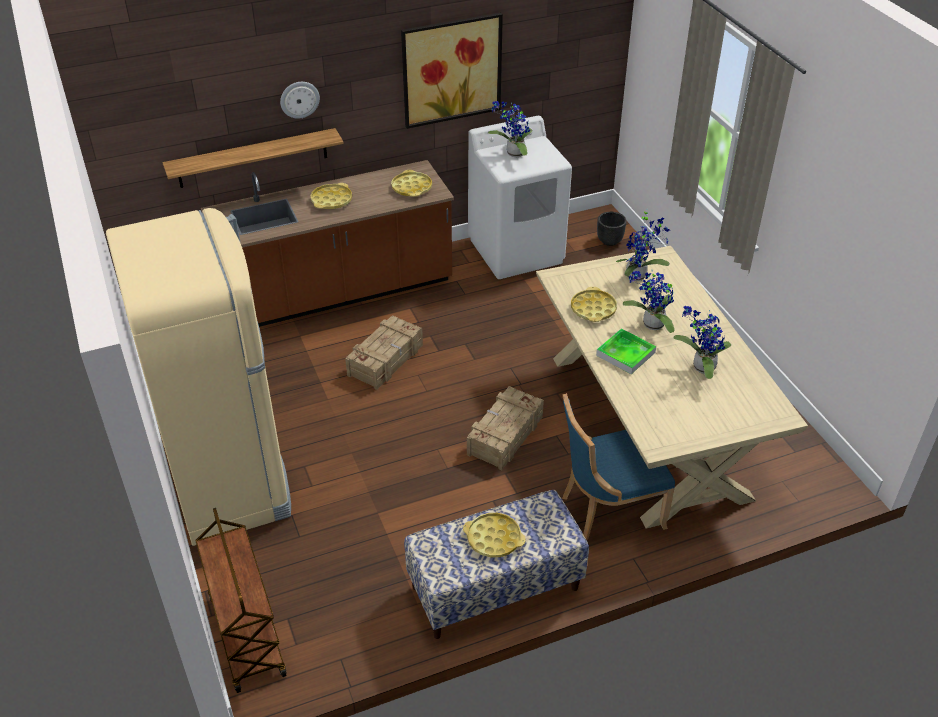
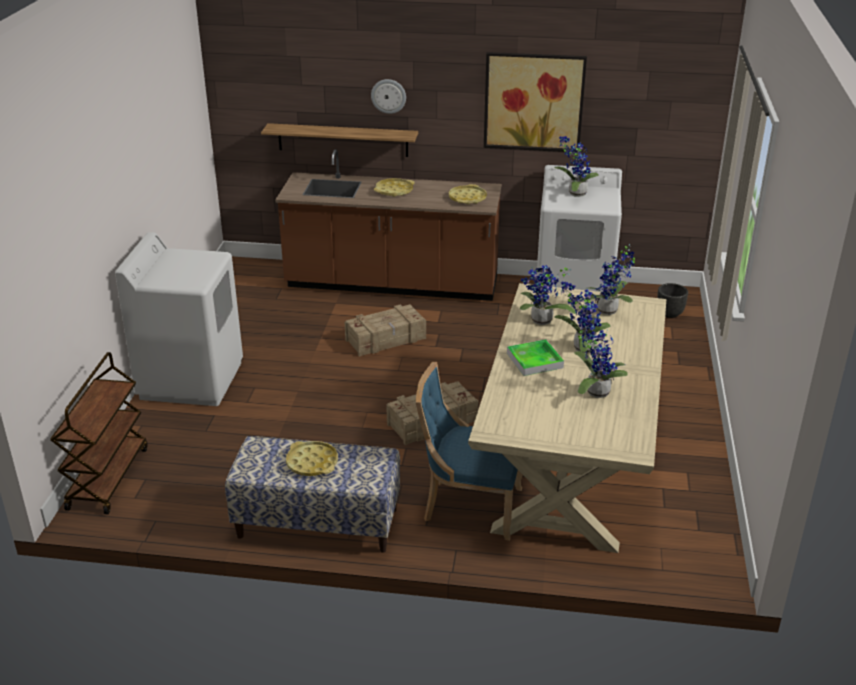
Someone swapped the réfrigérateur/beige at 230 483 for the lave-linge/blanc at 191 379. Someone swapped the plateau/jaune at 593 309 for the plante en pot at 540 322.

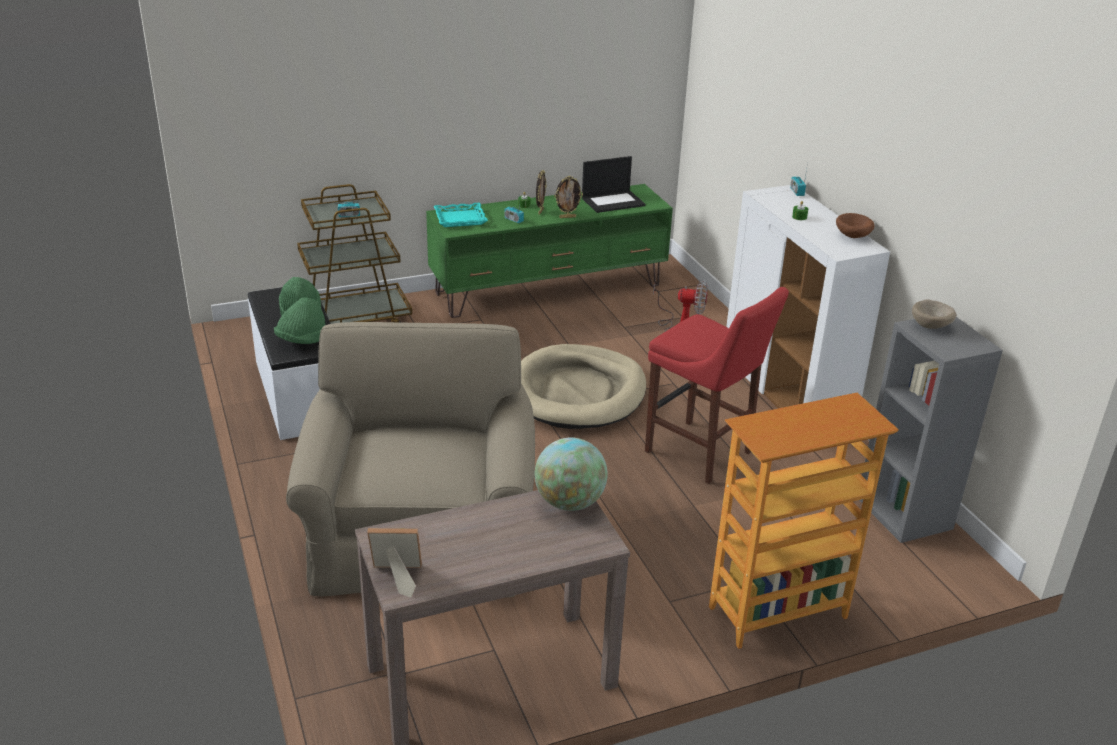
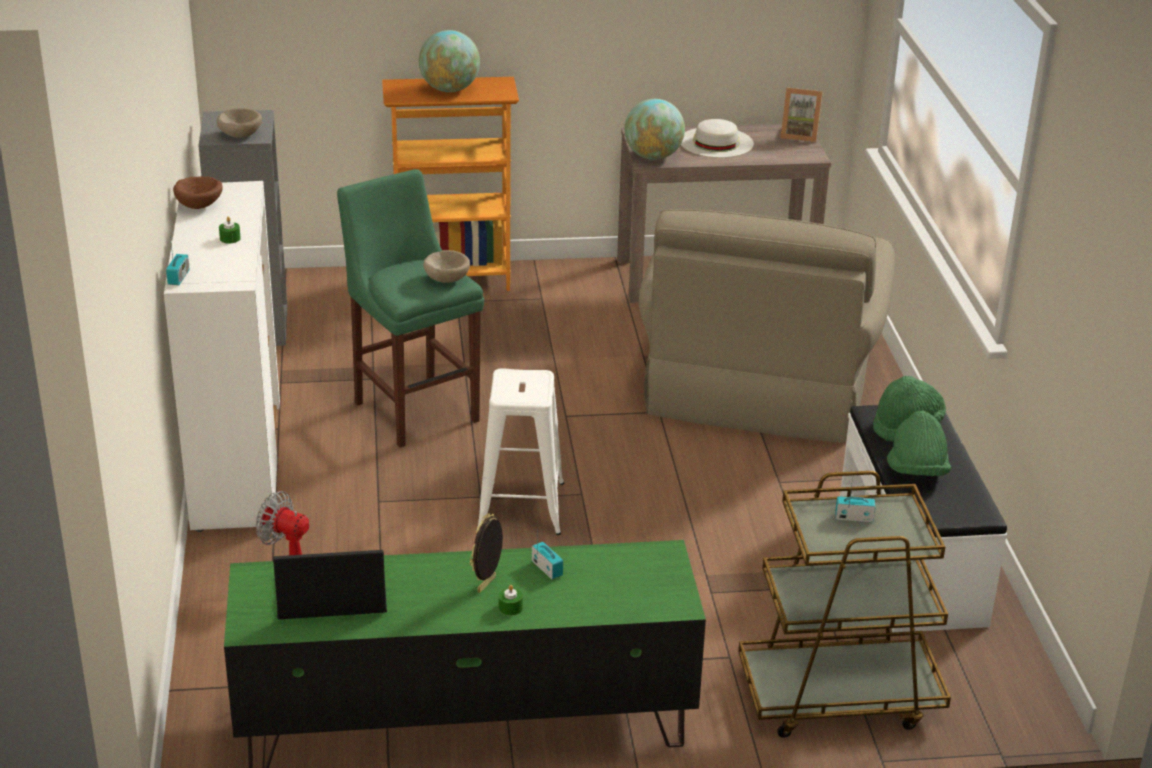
Someone took away the plateau/turquoise at 460 219. Someone swapped the panier pour chien/beige at 577 392 for the tabouret/blanc at 521 507. Someone took away the cadre photo at 567 217. Someone repainted the tabouret/rouge at 702 454, which became the tabouret/vert at 414 408. Someone put down the globe at 449 89. Someone put down the bol/beige at 446 279. Someone put down the chapeau/blanc at 716 142.

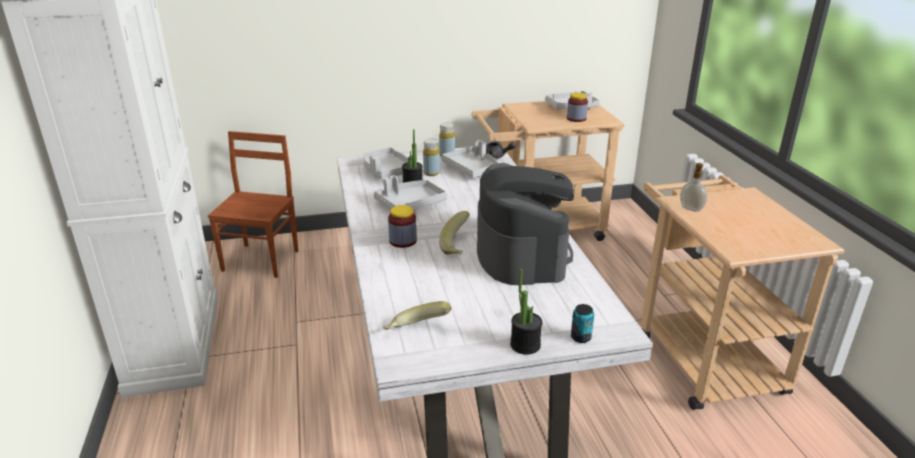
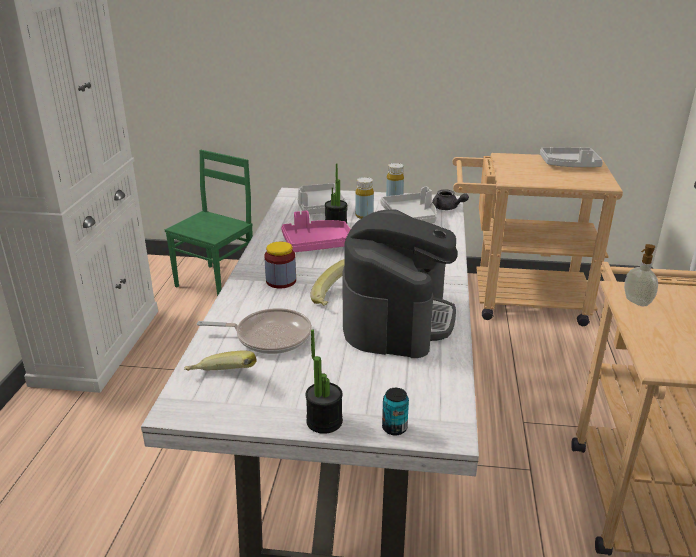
Someone repainted the chaise/marron at 262 260, which became the chaise/vert at 217 283. Someone repainted the plateau/gris at 410 204, which became the plateau/rose at 317 244. Someone took away the bocal at 576 119. Someone put down the poêle at 269 336.

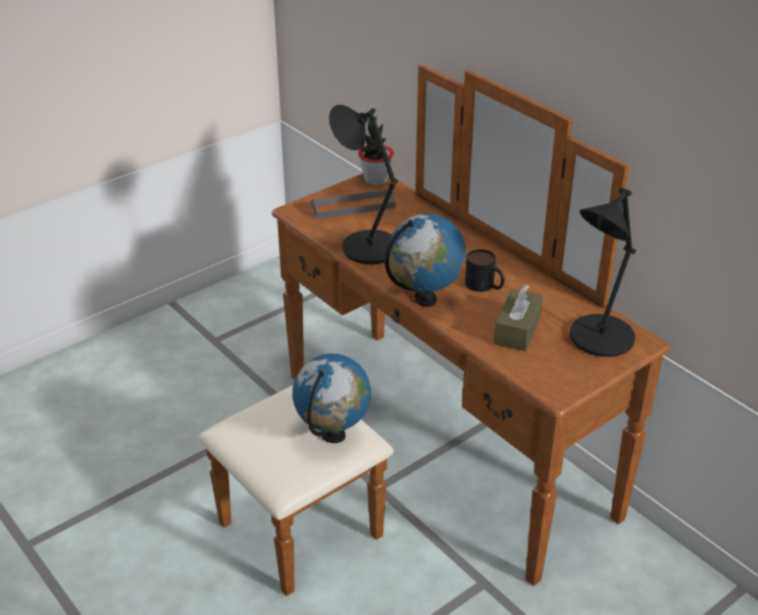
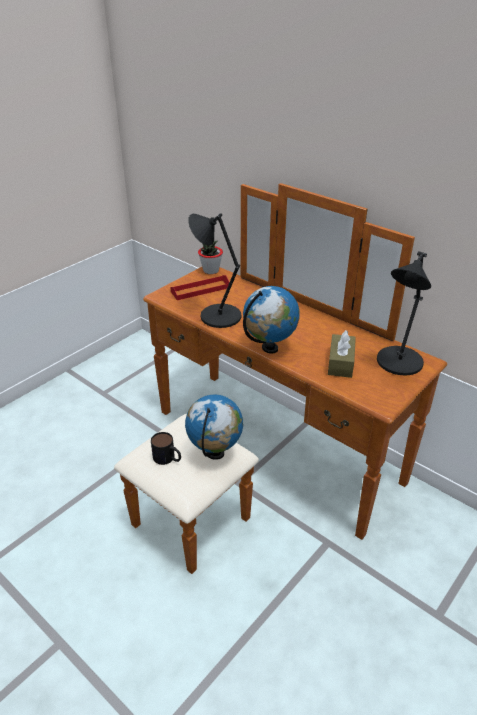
Someone repainted the plateau/gris at 353 207, which became the plateau/rouge at 200 290. Someone carried the mug from 485 286 to 168 458.

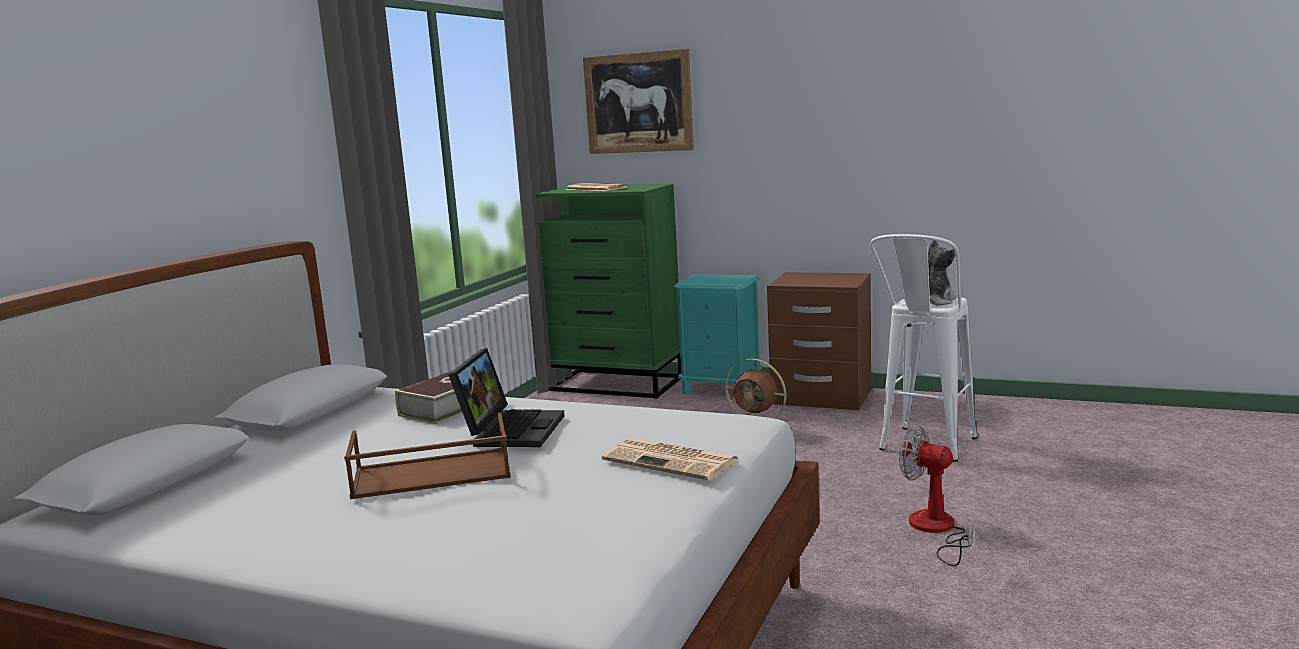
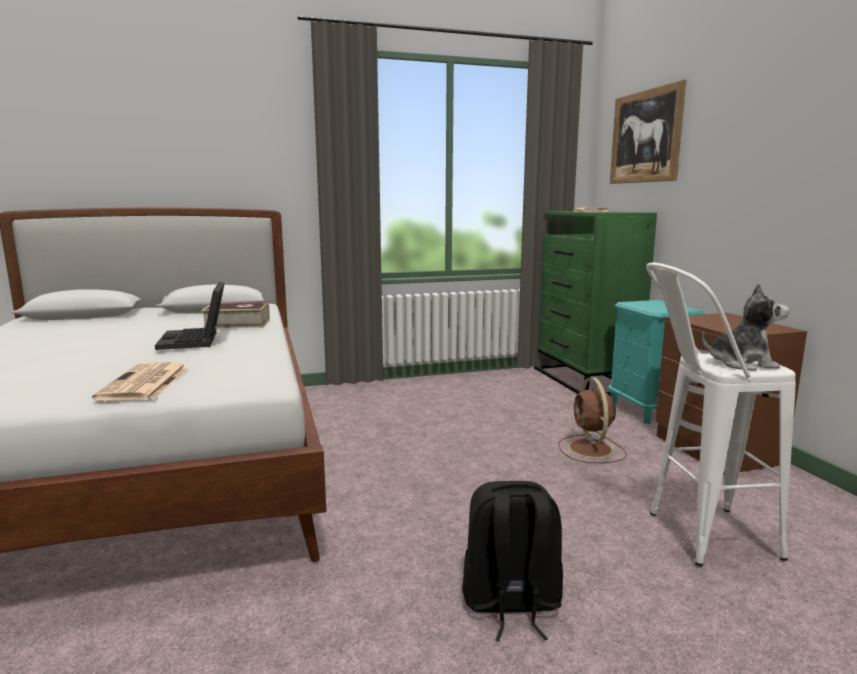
Someone took away the plateau/marron at 430 474. Someone rotated the ordinateur portable at 510 429 by 105 degrees clockwise. Someone swapped the ventilateur at 936 530 for the sac à dos/noir at 510 604.

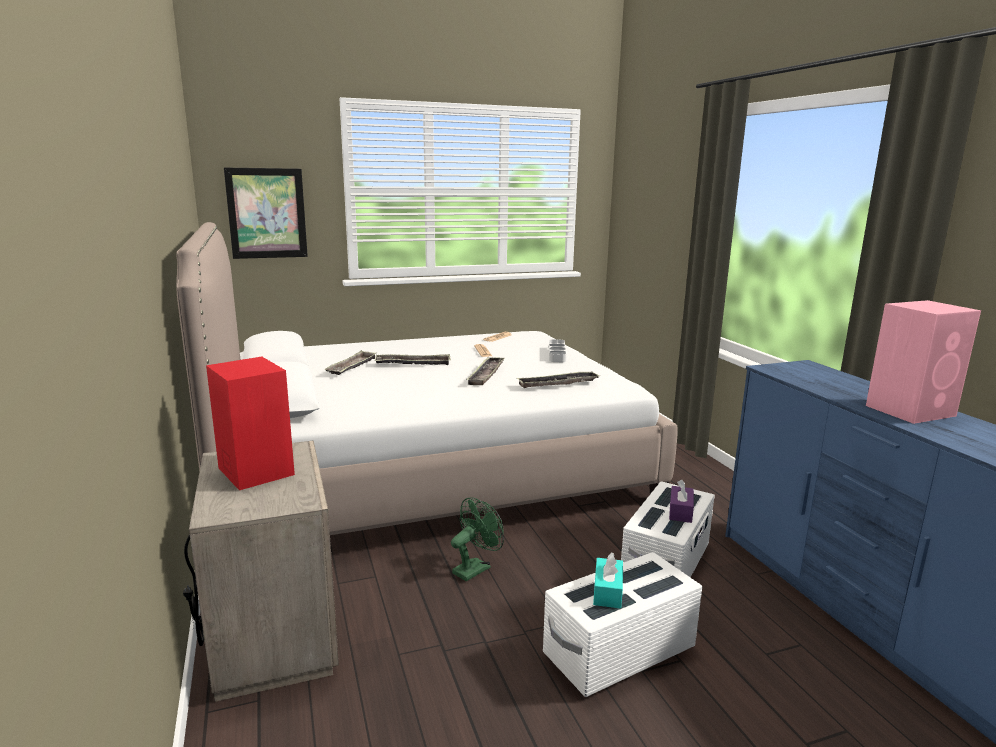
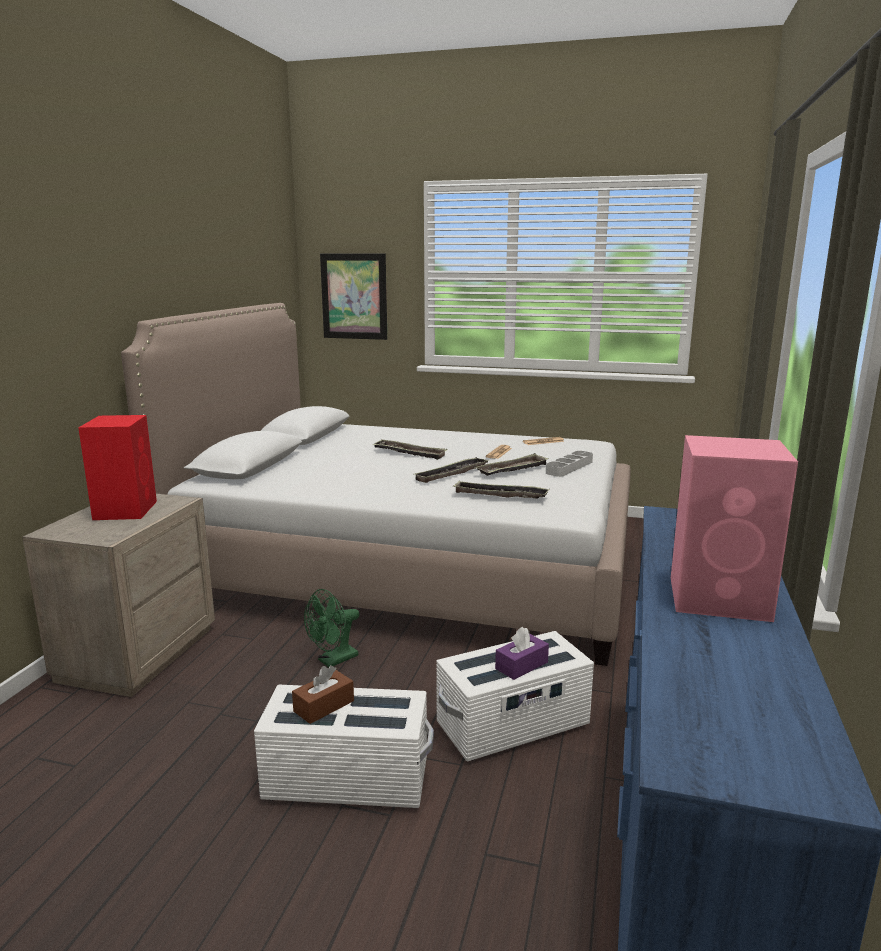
Someone carried the plateau from 352 367 to 512 469. Someone rotated the ventilateur/vert at 475 568 by 150 degrees clockwise. Someone repainted the boîte à mouchoirs/turquoise at 607 591, which became the boîte à mouchoirs/marron at 324 706.

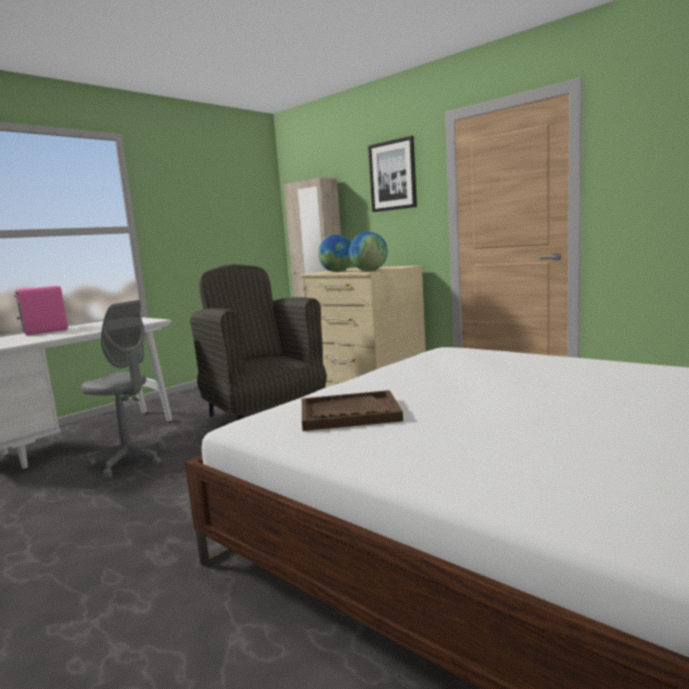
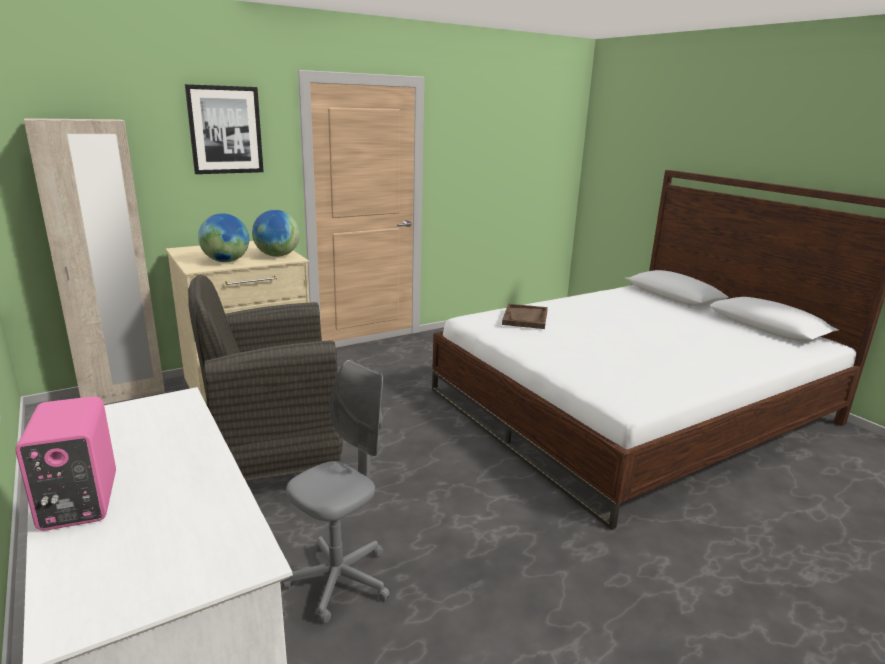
Someone carried the plateau/marron from 349 413 to 525 318.

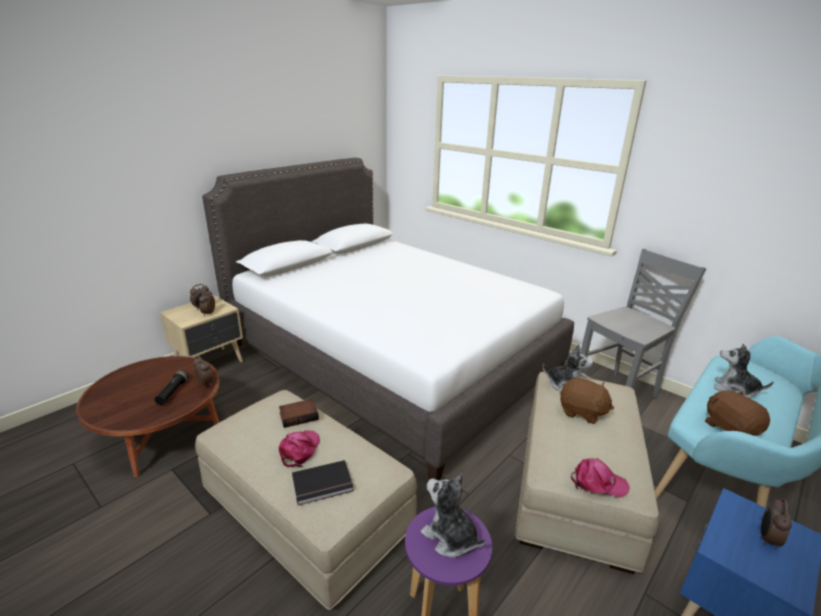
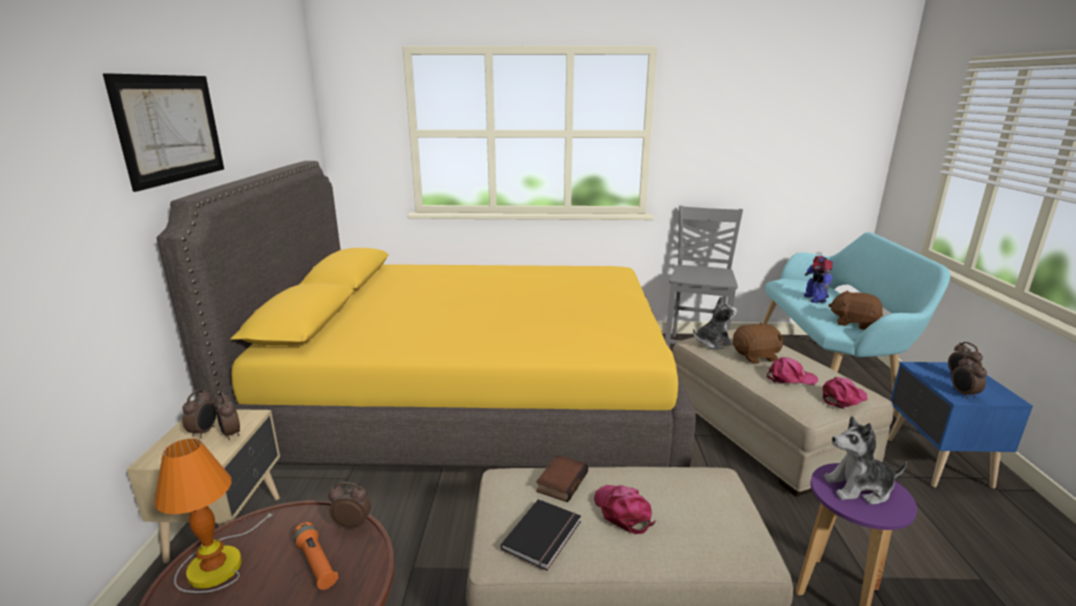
Someone repainted the lampe de poche/noir at 173 392, which became the lampe de poche/orange at 316 563. Someone repainted the lit/blanc at 390 358, which became the lit/jaune at 472 405. Someone carried the livre/noir from 323 485 to 544 536. Someone swapped the peluche at 734 390 for the robot jouet at 815 299. Someone put up the tableau at 171 128. Someone put down the lampe de table at 217 563. Someone put down the casquette/rose at 790 378. Someone put down the réveil at 963 394.

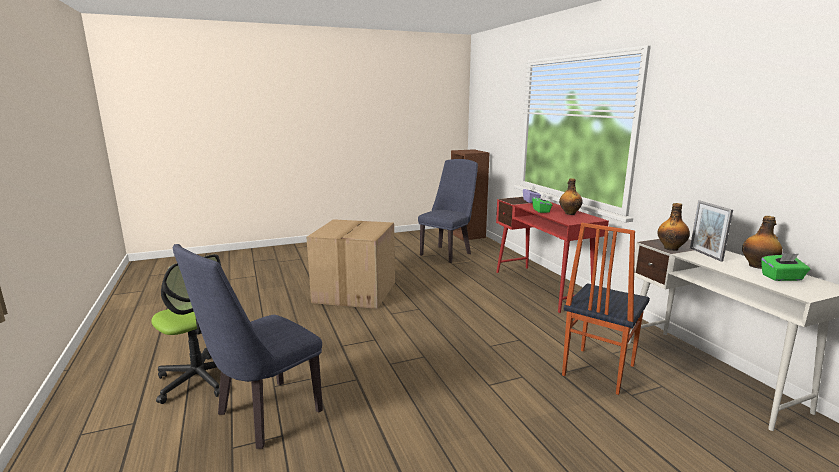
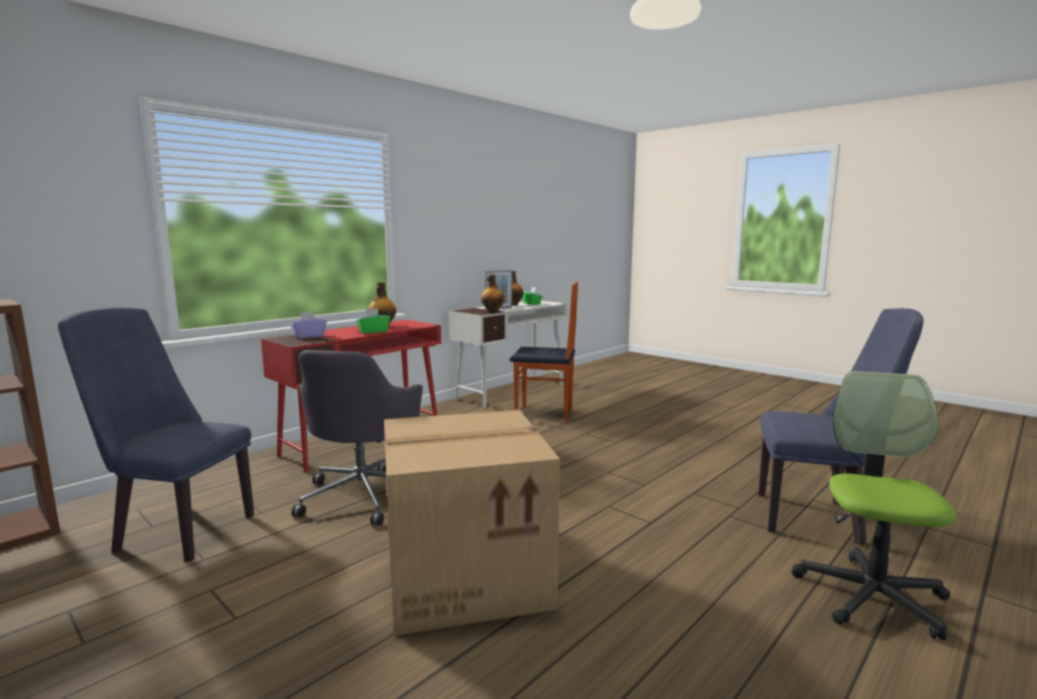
Someone put down the chaise de bureau/gris at 364 495.

